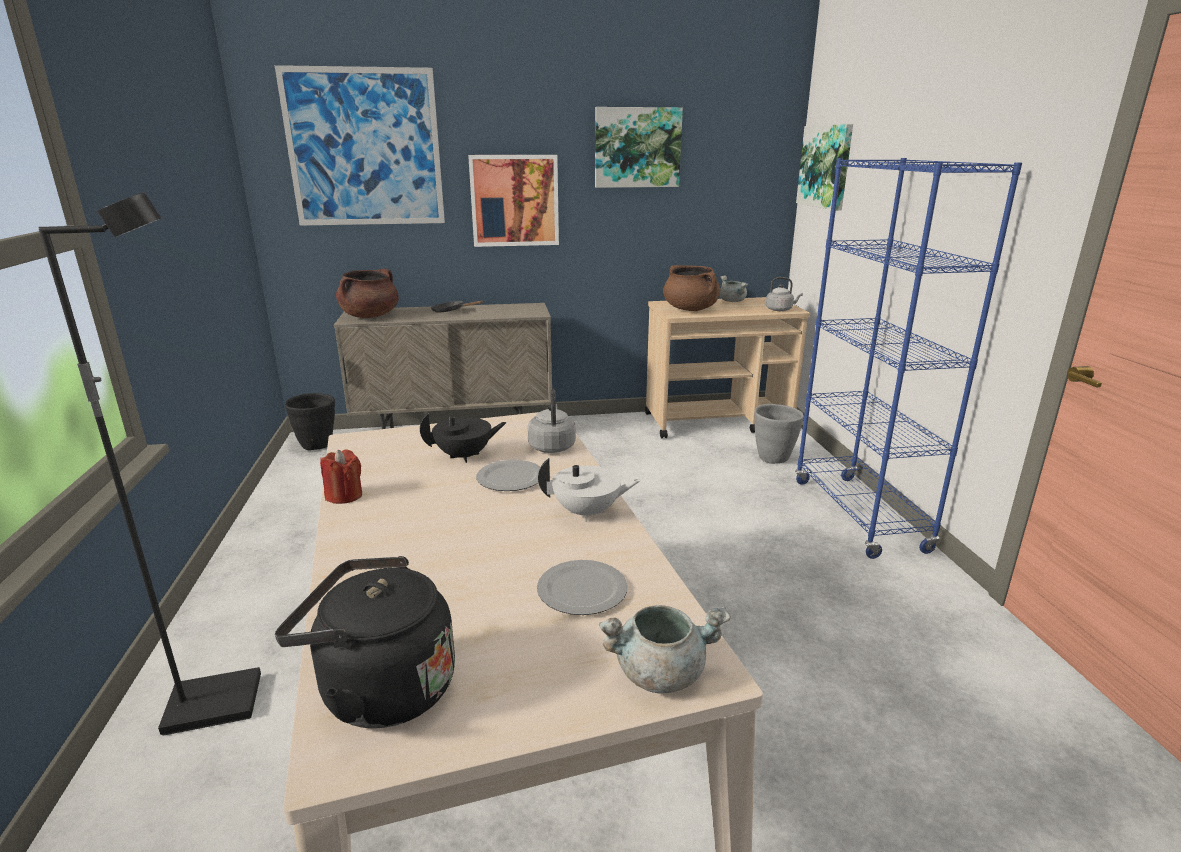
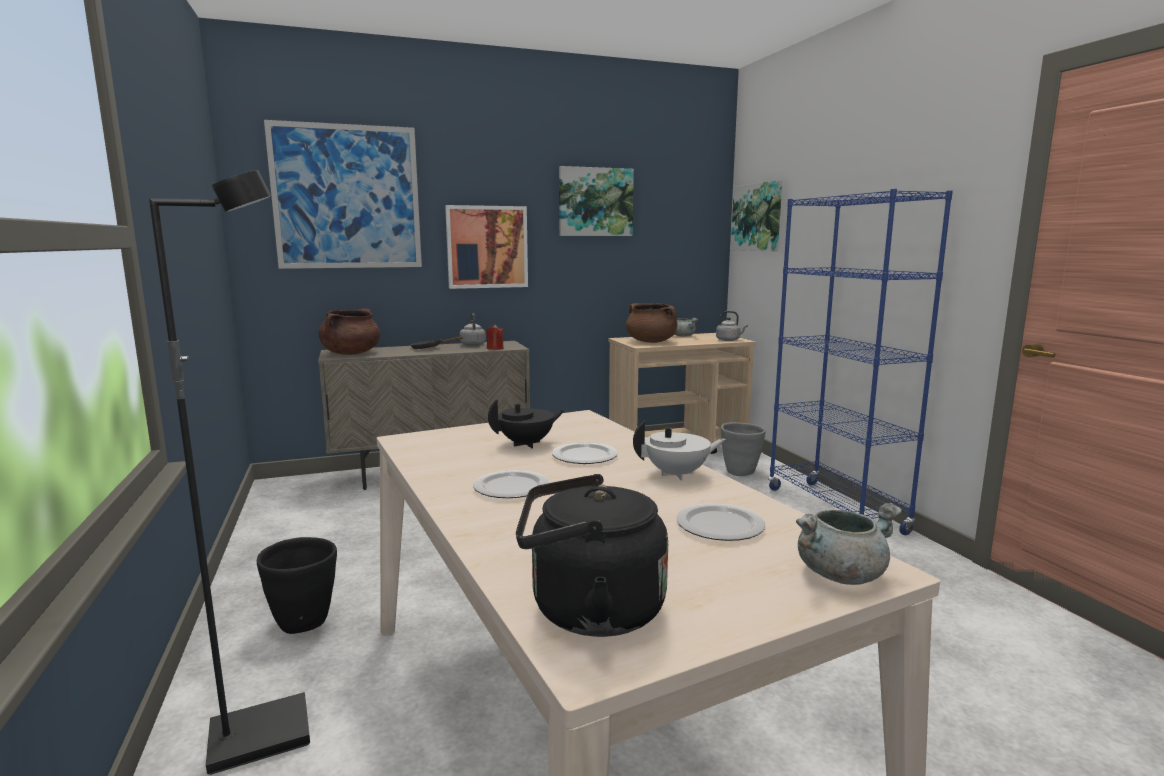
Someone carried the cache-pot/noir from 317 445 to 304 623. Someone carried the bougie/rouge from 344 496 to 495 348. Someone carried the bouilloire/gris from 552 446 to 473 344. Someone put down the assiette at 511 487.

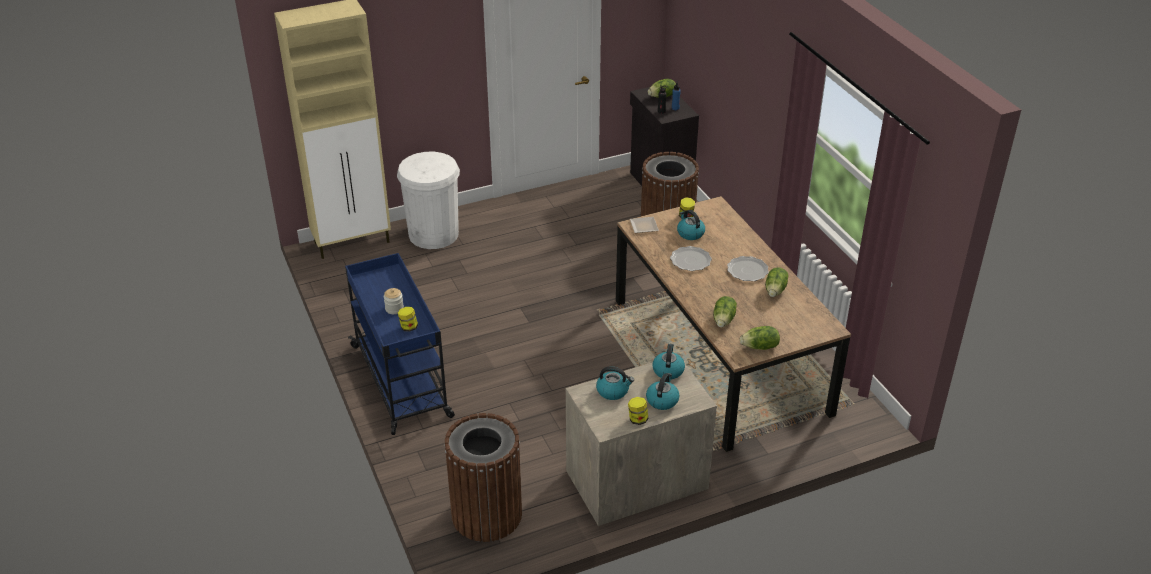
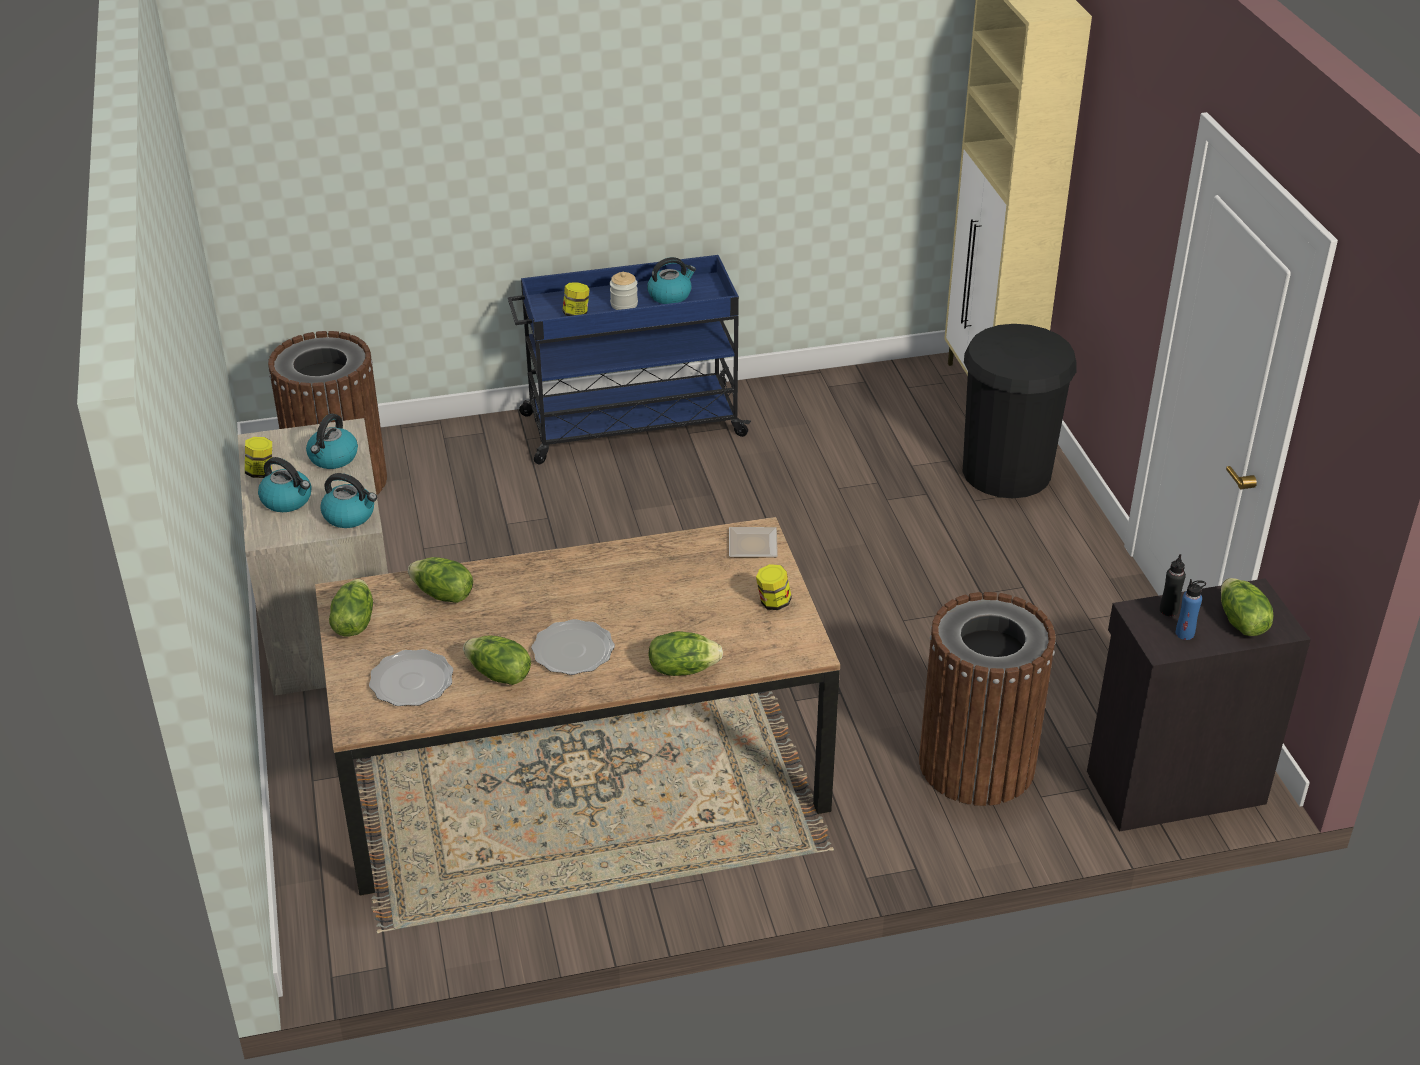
Someone repainted the poubelle/blanc at 433 234, which became the poubelle/noir at 1006 471. Someone carried the assiette from 690 260 to 412 681. Someone carried the bouilloire from 690 233 to 670 295. Someone put down the laitue at 682 668.

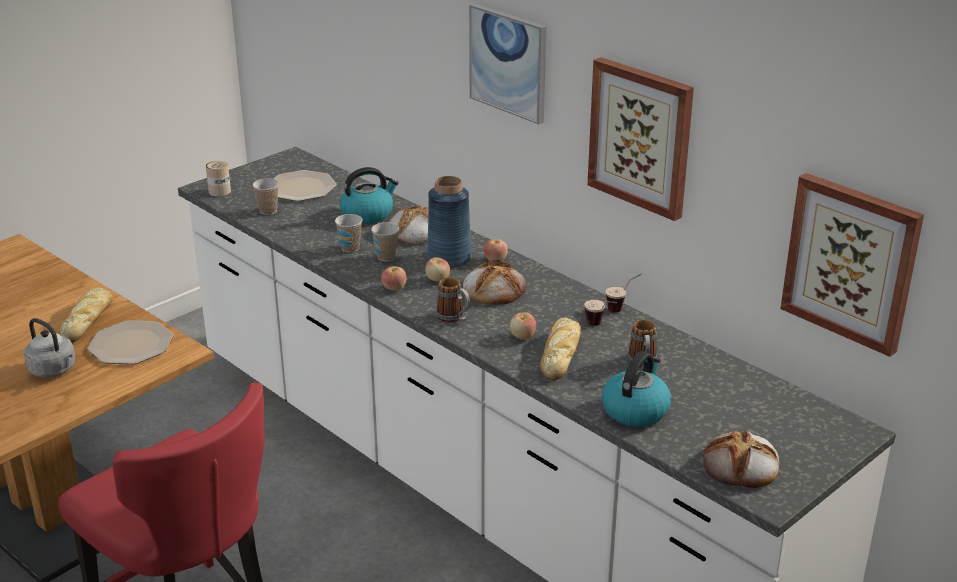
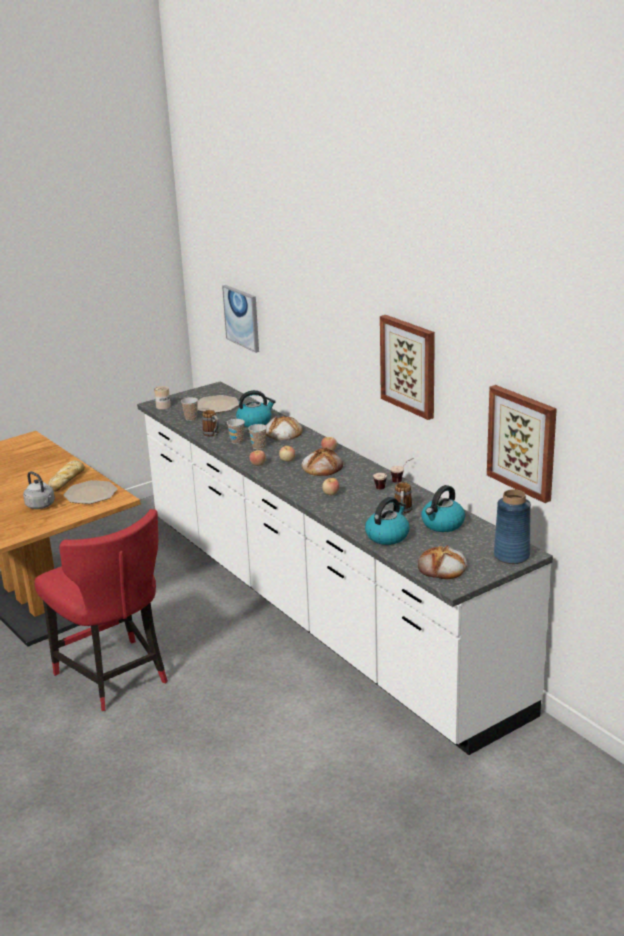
Someone carried the vase/bleu from 449 258 to 511 556. Someone carried the mug from 454 318 to 212 434. Someone carried the tableau from 508 62 to 242 317. Someone took away the pain at 560 354. Someone put down the bouilloire at 442 524.

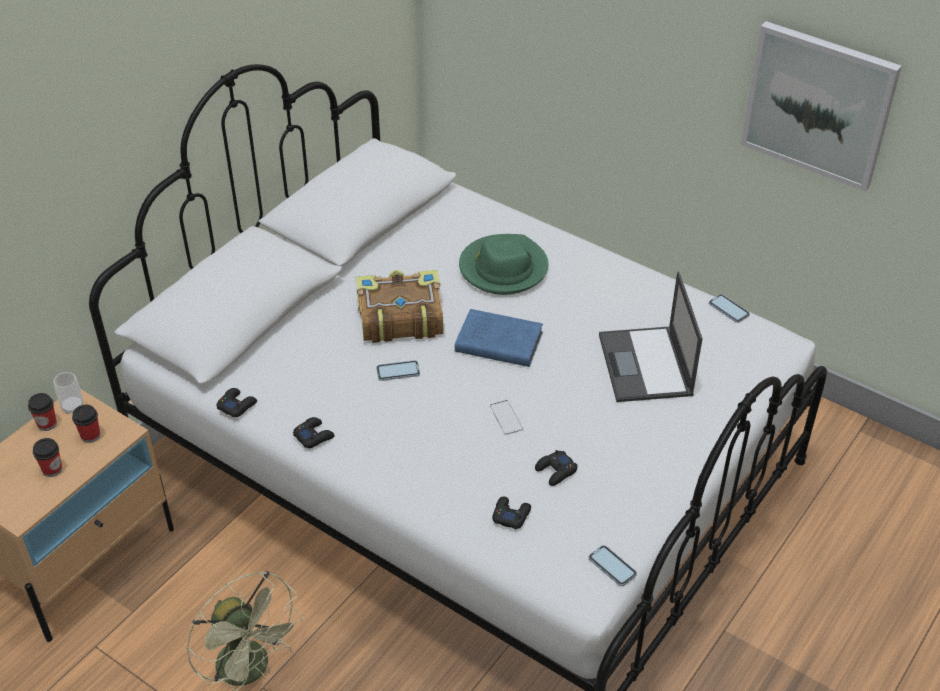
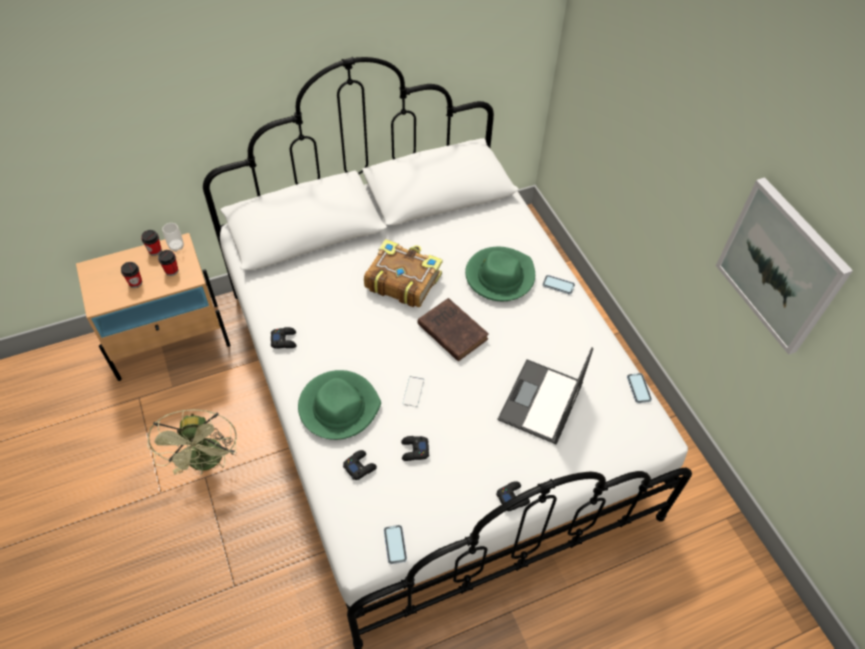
Someone carried the manette/noir from 237 405 to 512 497. Someone carried the téléphone from 398 372 to 558 285. Someone repainted the livre/bleu at 496 342, which became the livre/marron at 451 331. Someone put down the chapeau/vert at 338 406.

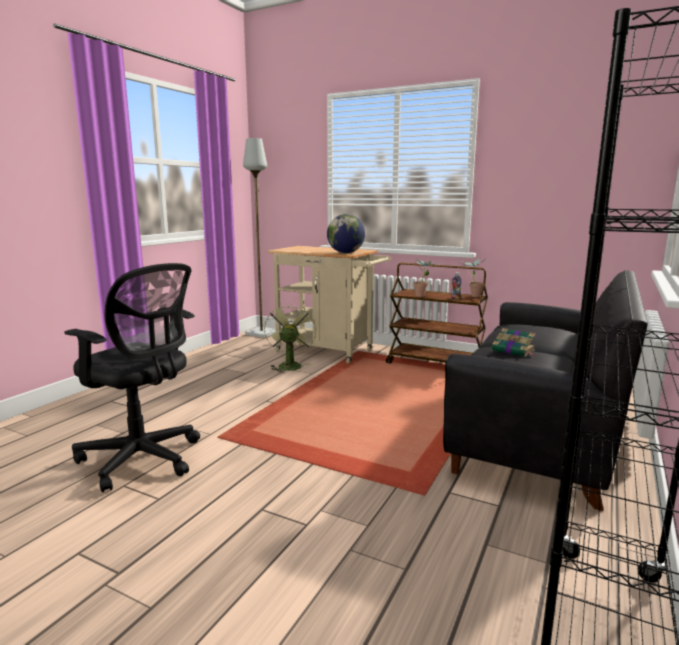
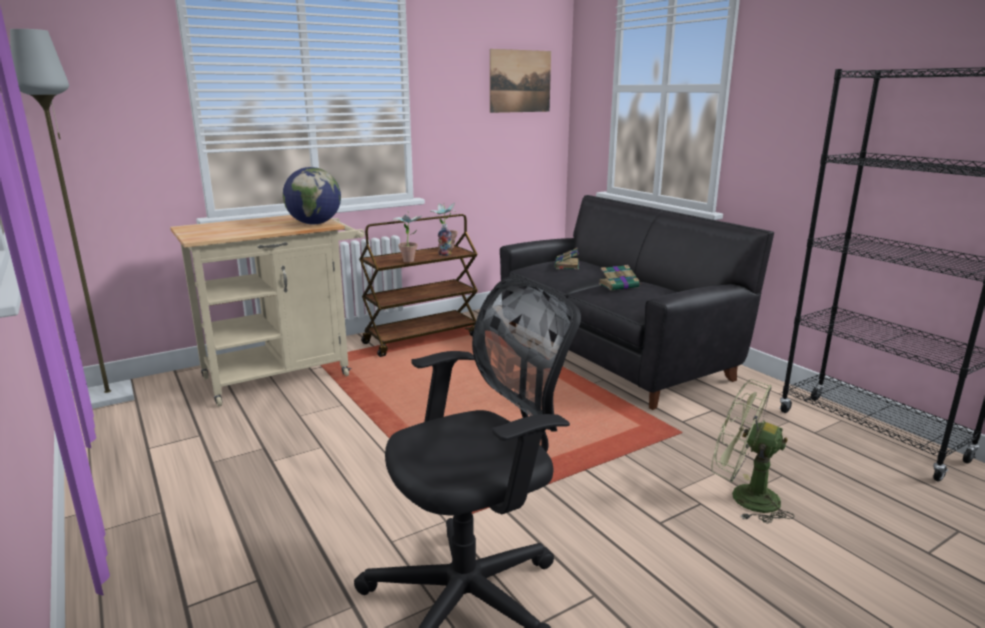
Someone carried the ventilateur/vert from 289 365 to 743 497. Someone put up the tableau at 520 81. Someone put down the livre at 567 266.

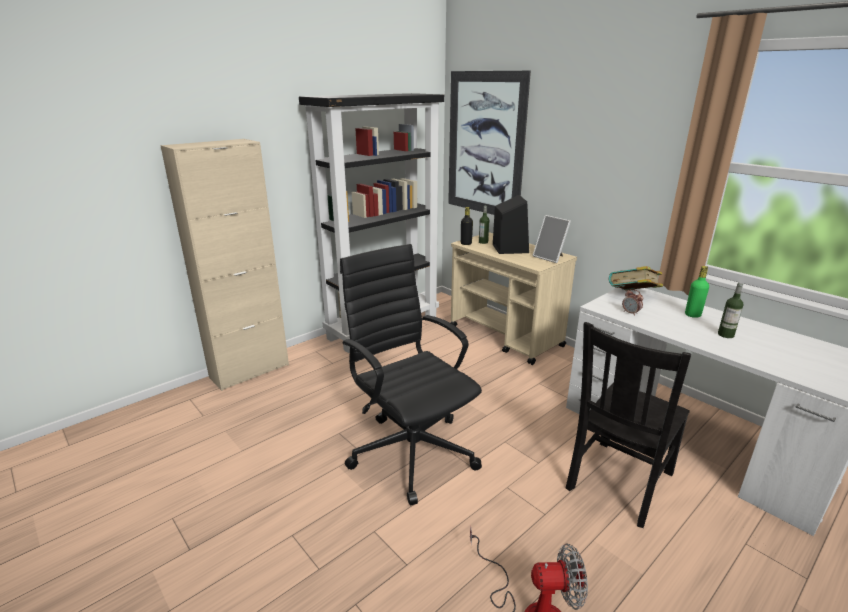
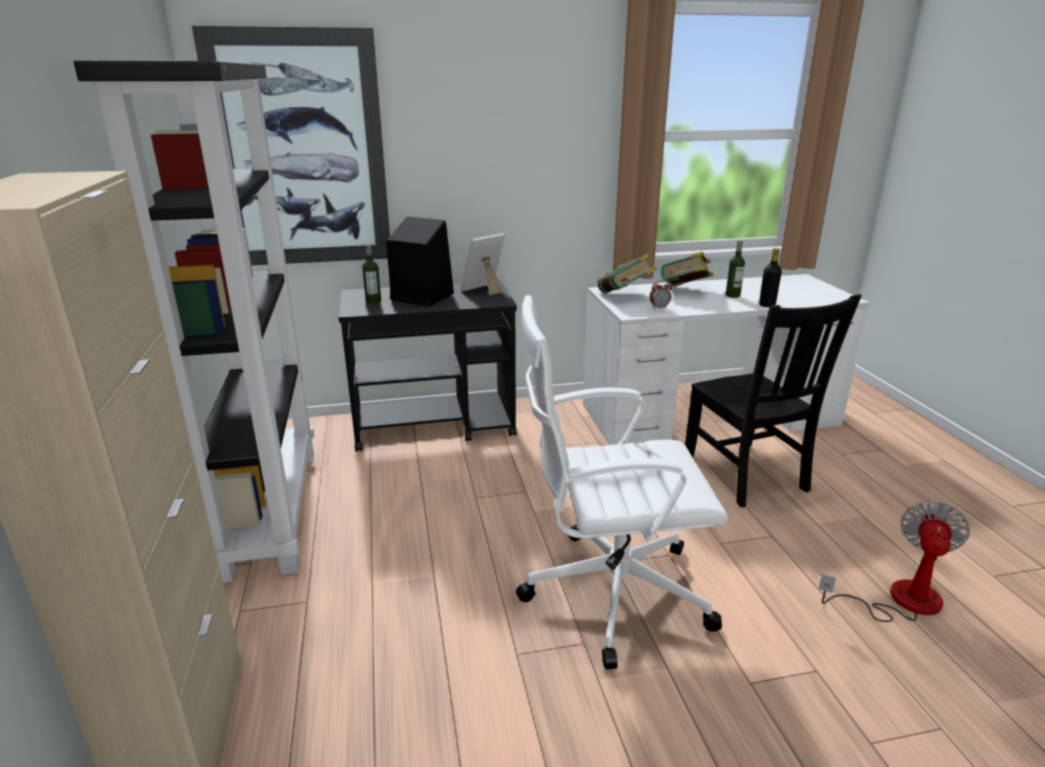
Someone repainted the chaise de bureau/noir at 411 450, which became the chaise de bureau/blanc at 610 592. Someone repainted the chariot/beige at 506 336, which became the chariot/noir at 435 426. Someone carried the bouteille/noir from 466 243 to 767 305. Someone rotated the cadre photo at 550 257 by 150 degrees clockwise. Someone swapped the bouteille/vert at 692 315 for the livre at 685 291.

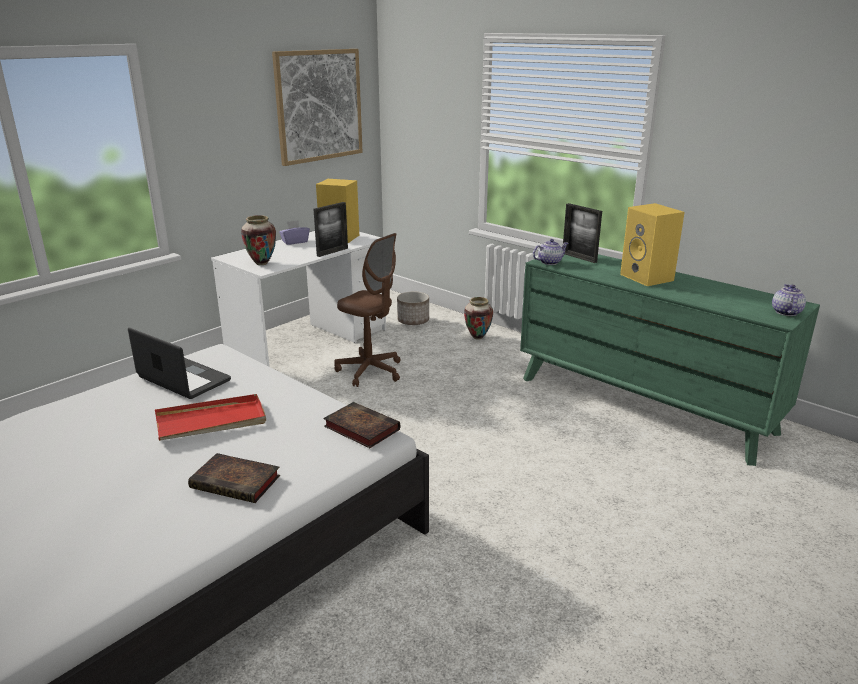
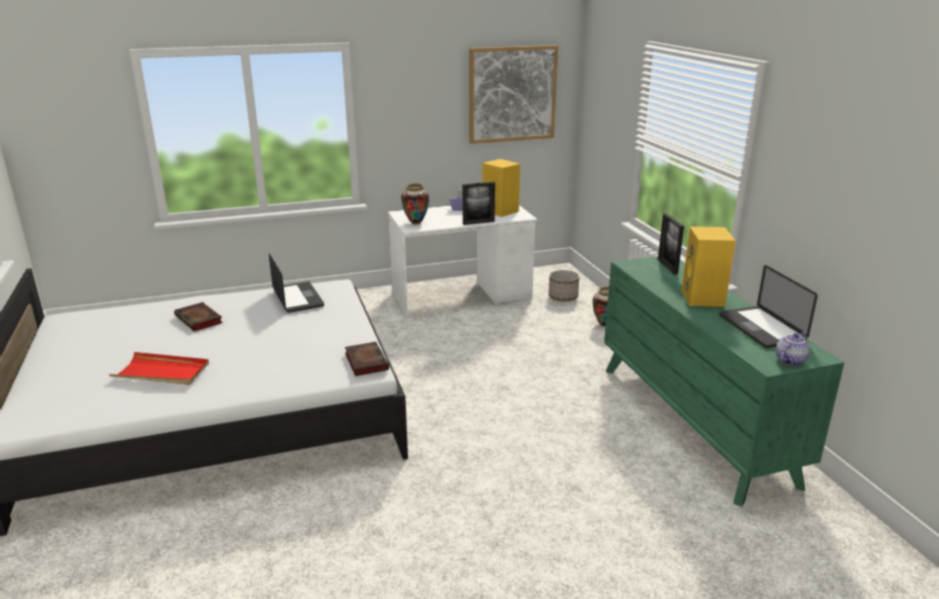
Someone carried the plateau/rouge from 211 421 to 162 372. Someone carried the livre from 238 482 to 199 320. Someone took away the chaise de bureau/marron at 370 371. Someone took away the théière at 549 262. Someone put down the ordinateur portable at 761 328.

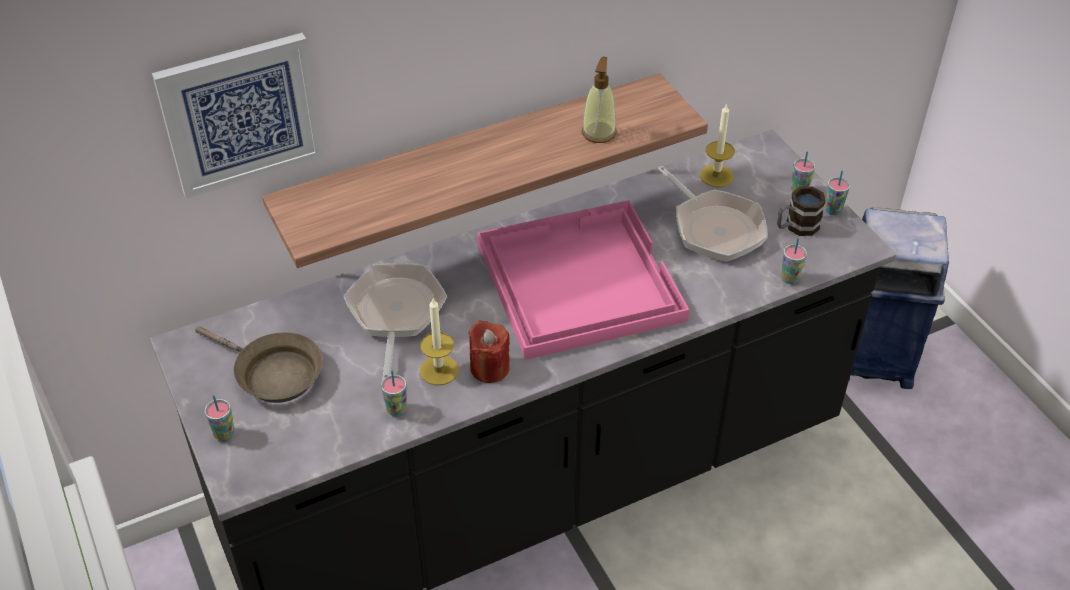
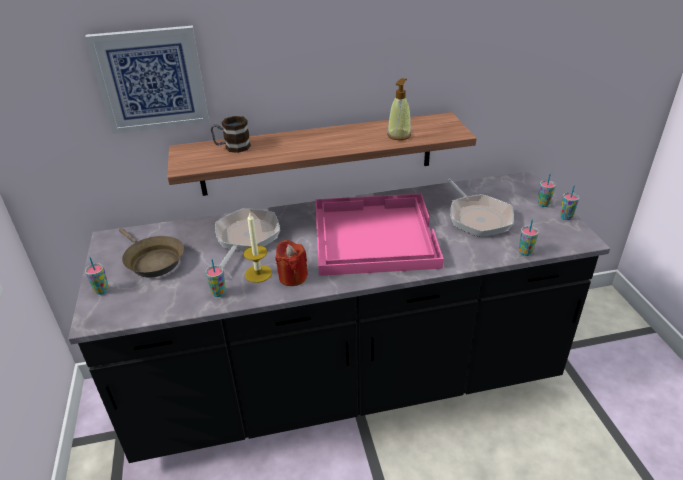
Someone took away the bougie at 716 176. Someone carried the mug from 796 227 to 232 147. Someone took away the poubelle/bleu at 871 356.

